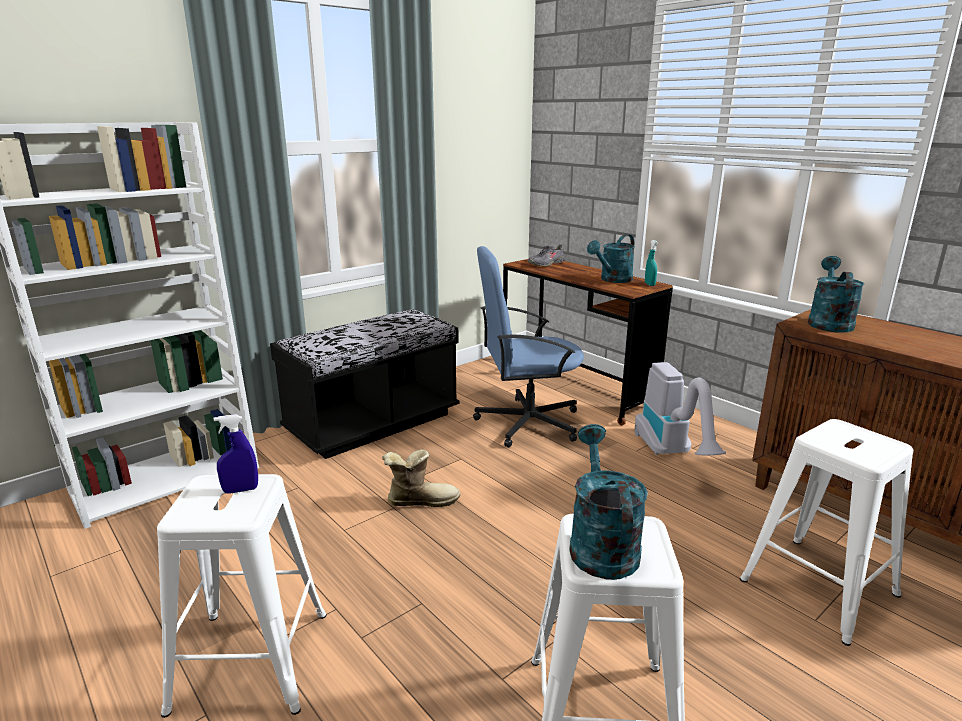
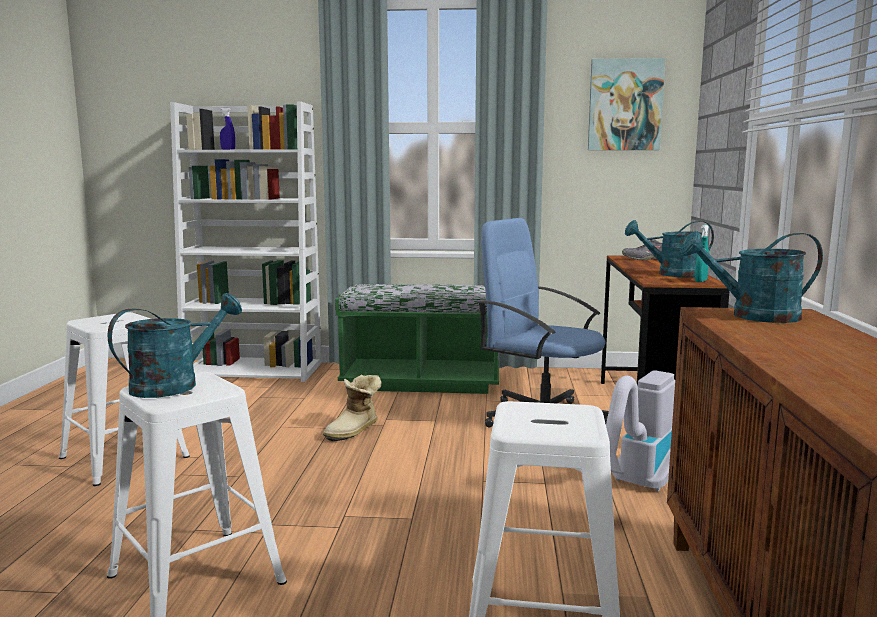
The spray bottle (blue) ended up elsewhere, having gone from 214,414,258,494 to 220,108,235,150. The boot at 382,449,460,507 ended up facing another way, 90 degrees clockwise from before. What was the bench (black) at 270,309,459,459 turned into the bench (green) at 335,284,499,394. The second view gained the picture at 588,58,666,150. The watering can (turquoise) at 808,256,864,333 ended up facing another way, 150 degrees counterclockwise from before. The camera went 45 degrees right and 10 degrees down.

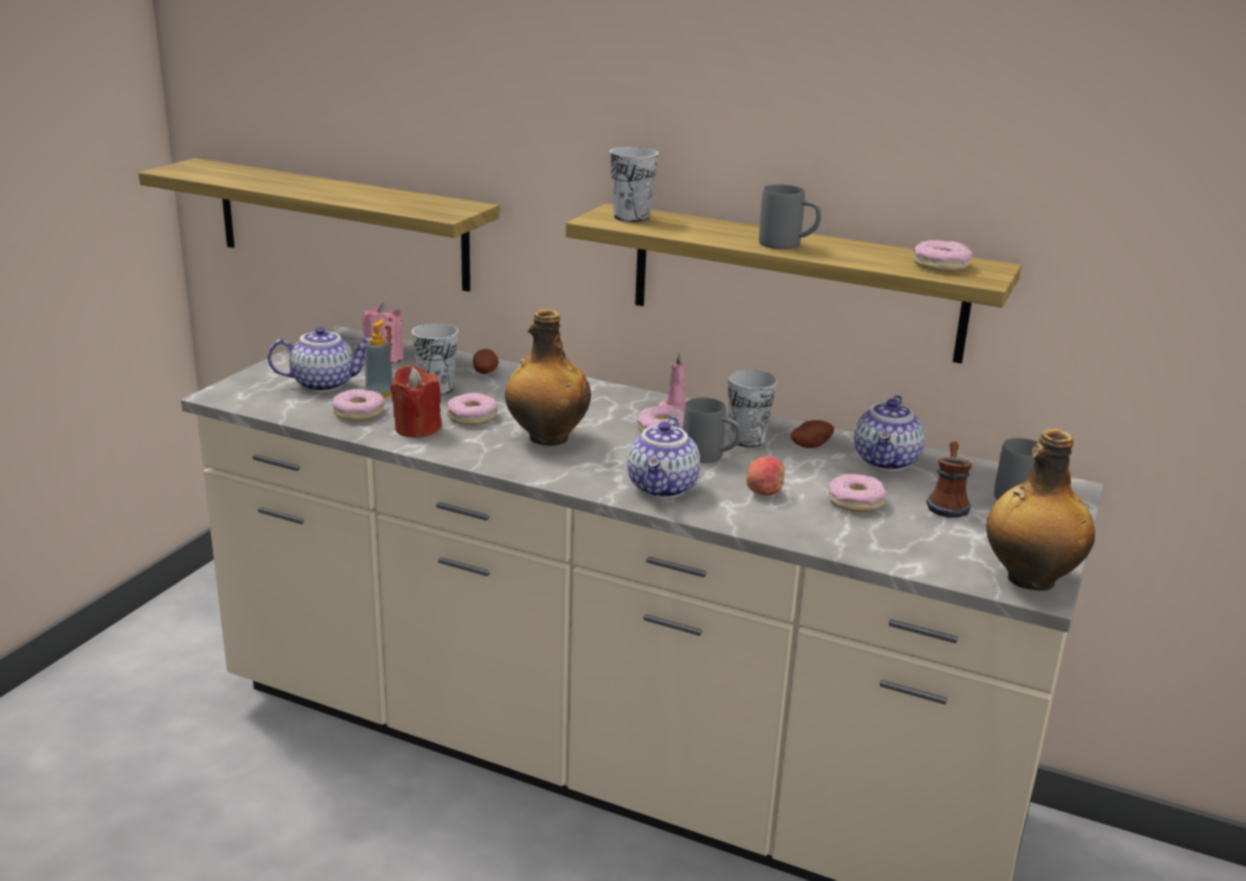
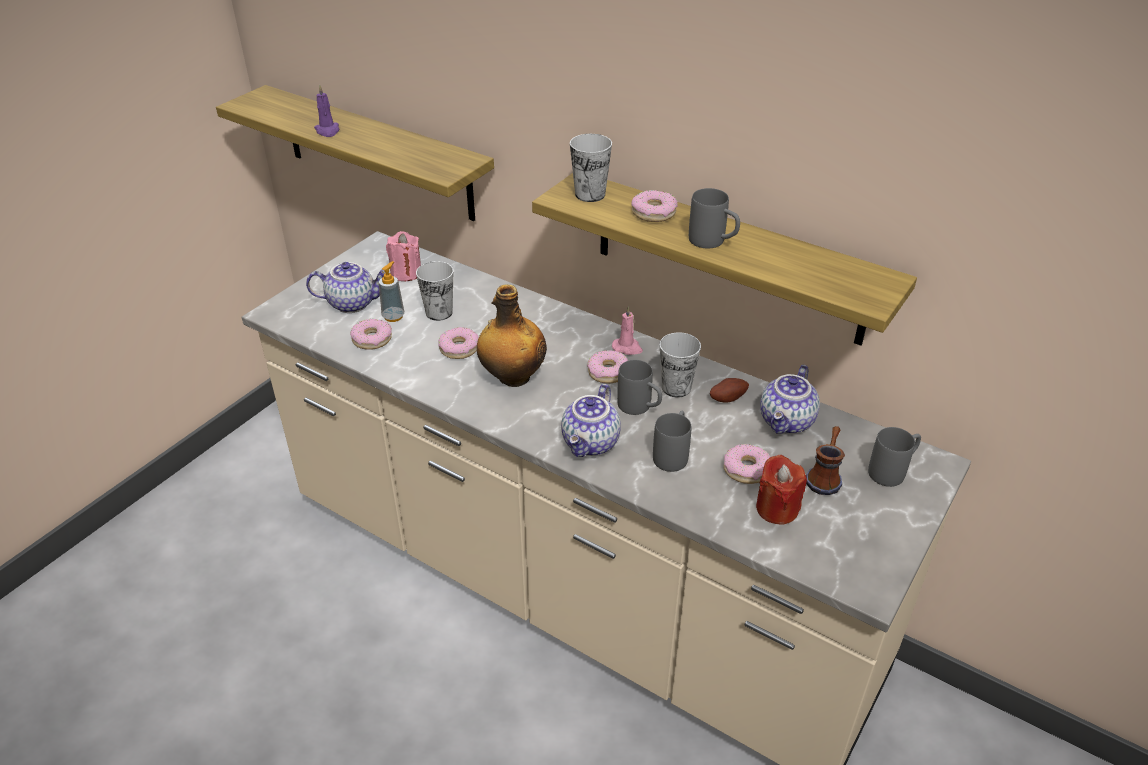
The second view gained the candle (purple) at 314,85,339,137. The donut ended up elsewhere, having gone from 914,240,972,272 to 631,190,678,222. Where the apple stood at 746,456,784,495, the mug (grey) came to stand at 653,411,691,472. The candle (red) ended up elsewhere, having gone from 391,365,442,438 to 756,455,807,525. The second view lost the potato at 473,349,499,374. The second view lost the bottle at 986,429,1095,591. The camera went 10 degrees right and 15 degrees up.

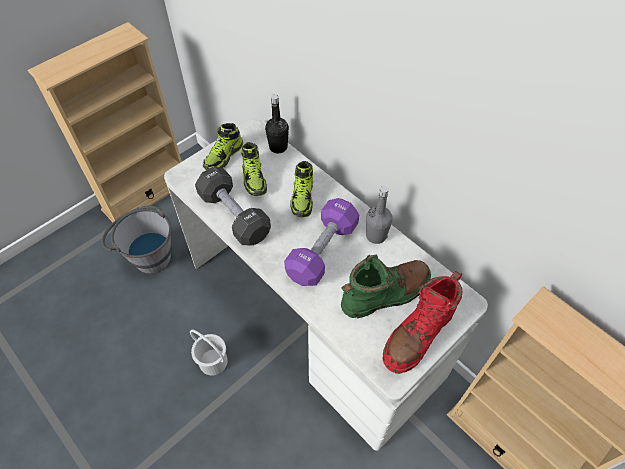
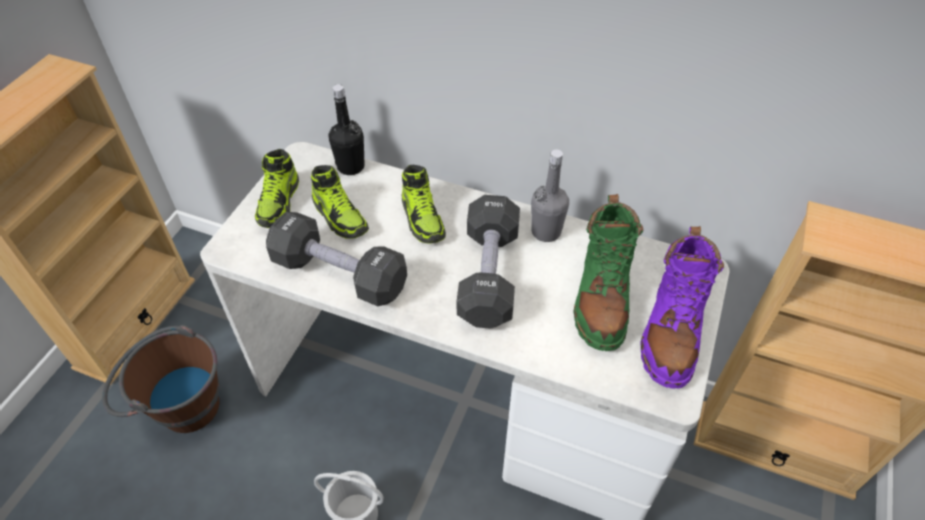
What was the bucket (grey) at 101,205,172,273 turned into the bucket (brown) at 102,325,220,433. What was the dumbbell (purple) at 284,198,359,286 turned into the dumbbell (black) at 457,195,520,329. The boot (green) at 341,255,431,319 ended up facing another way, 150 degrees clockwise from before. What was the boot (red) at 383,271,462,374 turned into the boot (purple) at 640,226,724,388. The camera went 25 degrees left and 5 degrees down.

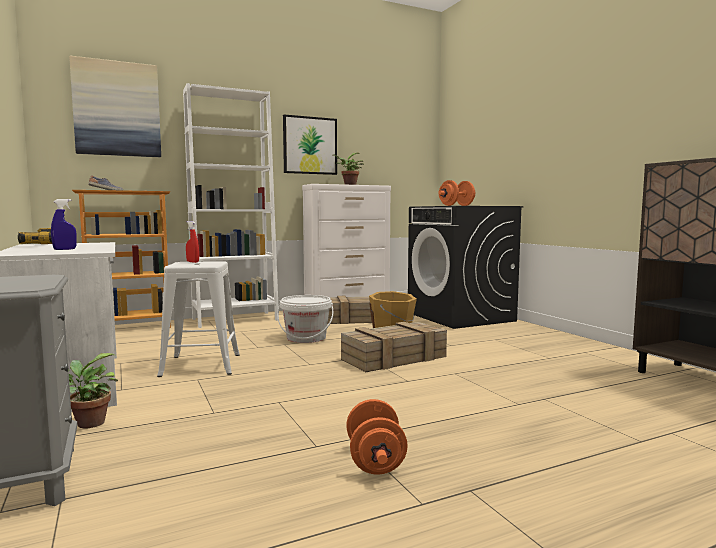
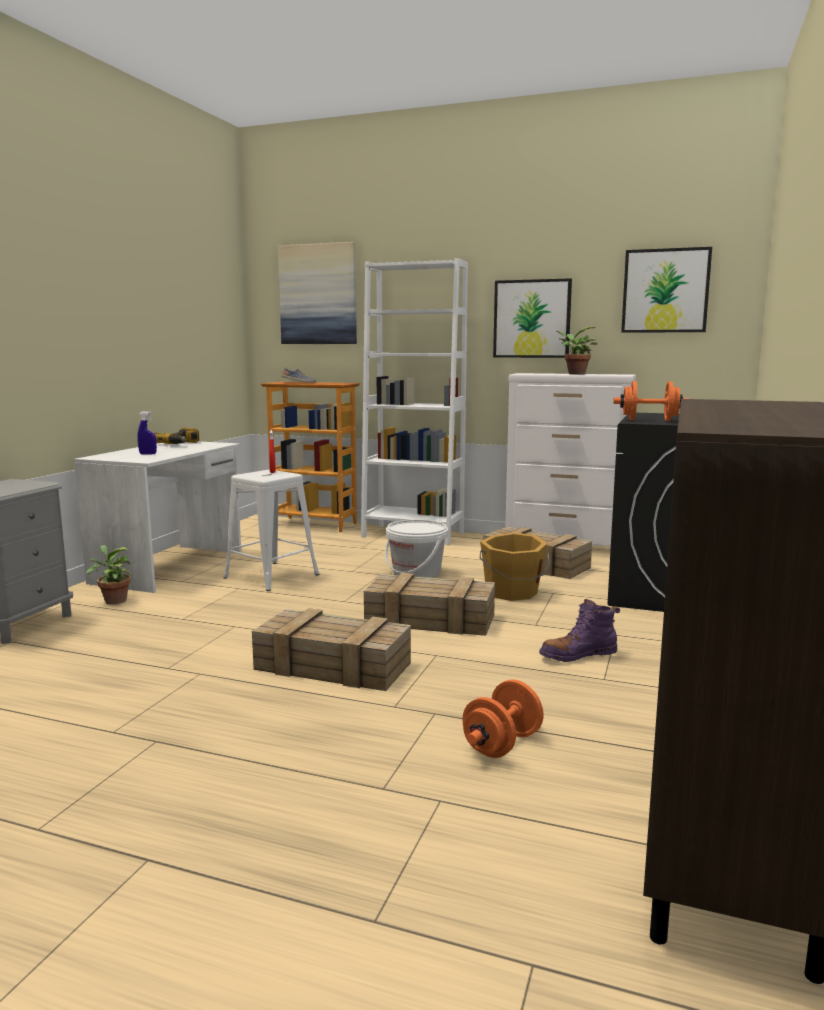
The second view gained the crate at 252,608,411,691. The dumbbell (orange) ended up elsewhere, having gone from 346,399,408,475 to 462,679,544,758. The second view gained the boot (purple) at 539,599,620,662. The second view gained the picture at 621,247,712,333. The camera went 45 degrees right and 5 degrees up.

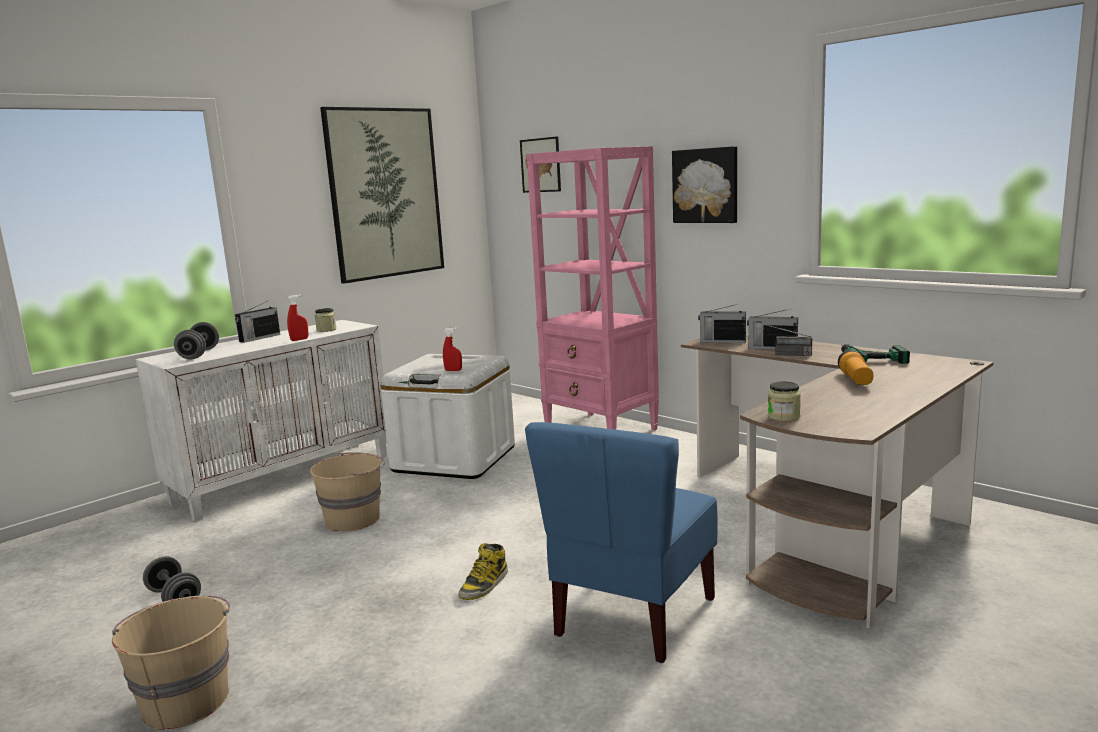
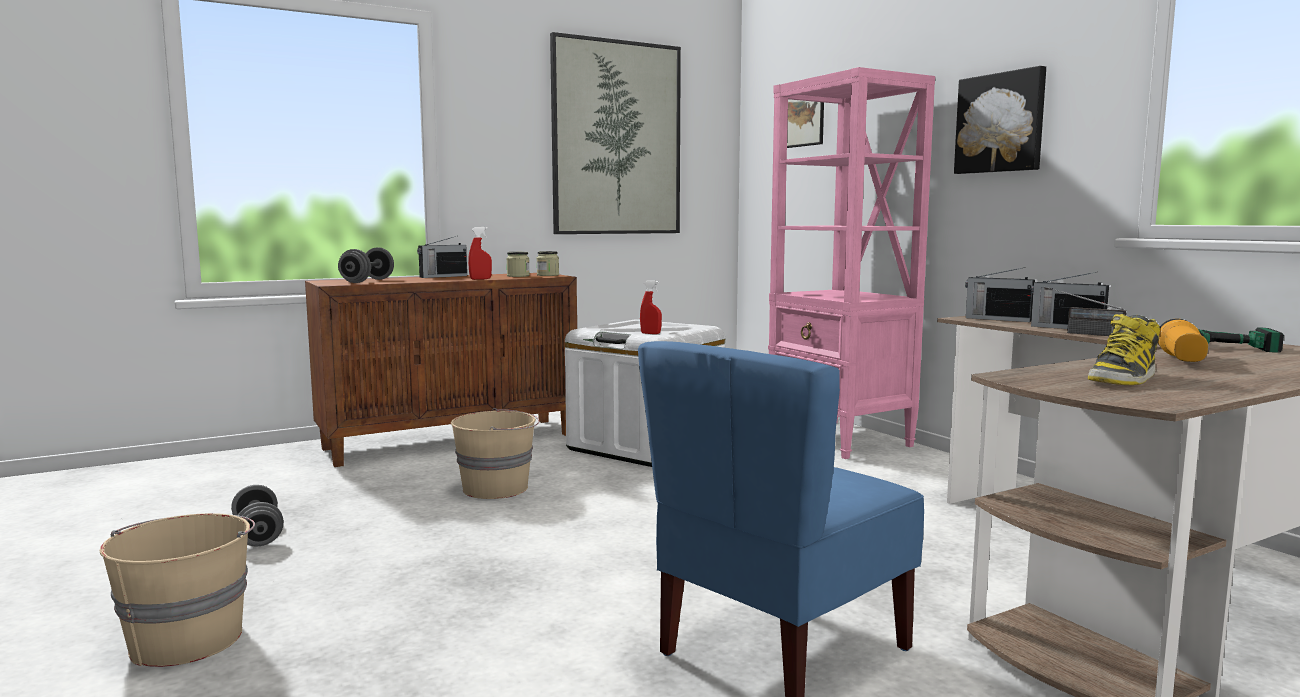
What was the cabinet (white) at 136,320,387,522 turned into the cabinet (brown) at 305,273,577,467. The jar ended up elsewhere, having gone from 768,381,801,421 to 537,251,559,276. The boot ended up elsewhere, having gone from 458,543,508,600 to 1088,314,1160,385. The camera went 15 degrees right and 5 degrees down.

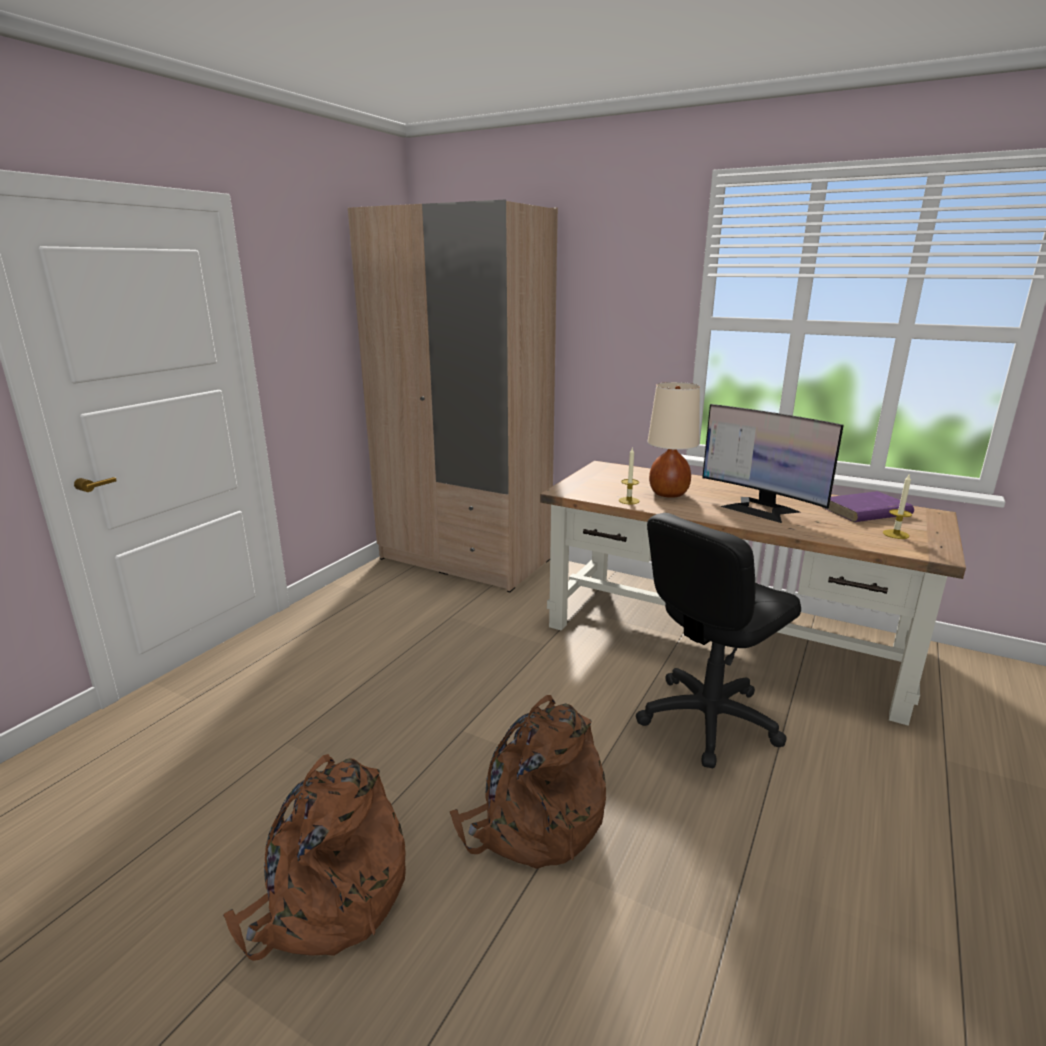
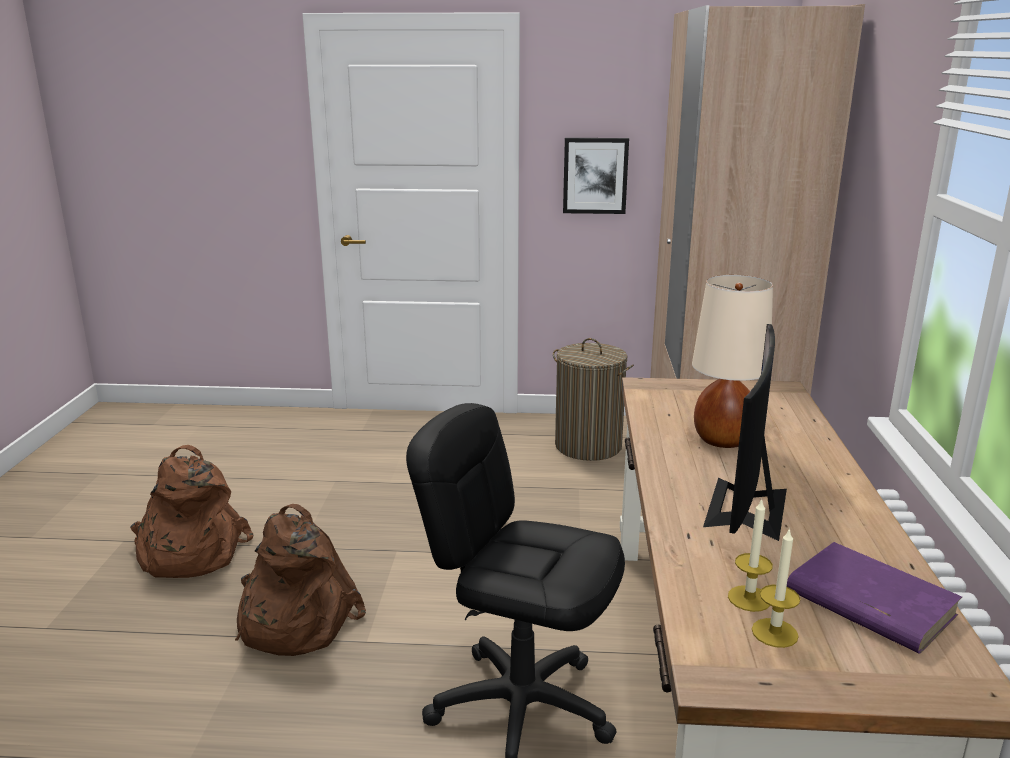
The second view gained the laundry basket at 553,338,634,461. The second view gained the picture at 563,138,629,214. The candle ended up elsewhere, having gone from 619,447,640,504 to 728,498,773,612. The camera went 65 degrees right and 0 degrees up.

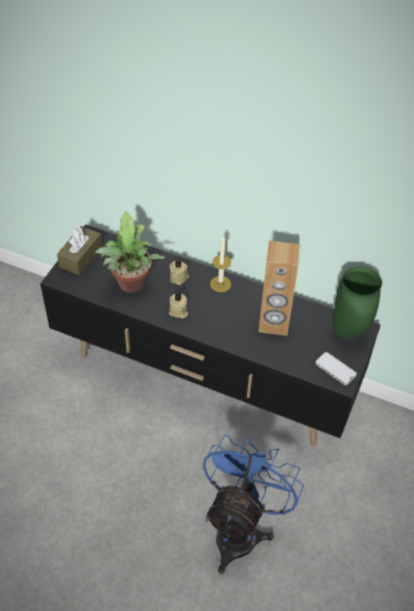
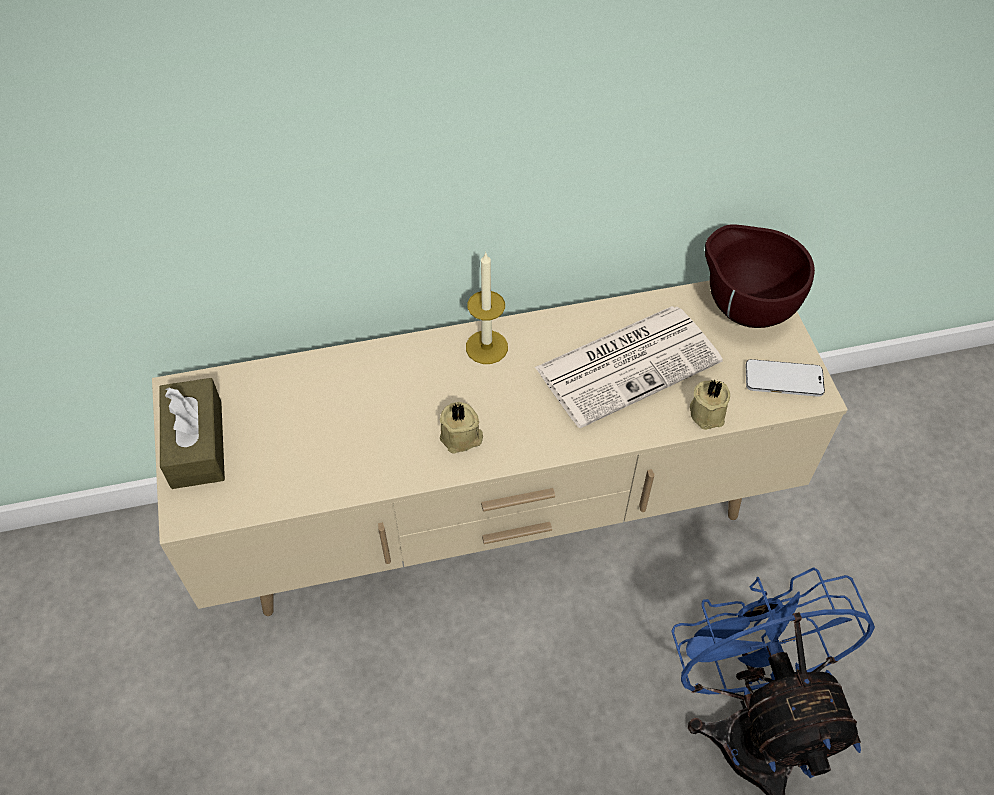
What was the tv stand (black) at 40,224,381,446 turned into the tv stand (beige) at 152,280,848,616. Where the speaker (brown) stood at 258,241,299,336, the newspaper came to stand at 535,306,723,428. The candle (beige) ended up elsewhere, having gone from 170,259,189,285 to 690,379,730,430. Where the vase (green) stood at 332,266,382,339, the bowl (brown) came to stand at 705,224,815,328. The second view lost the potted plant at 95,211,165,292. The camera went 35 degrees left and 5 degrees up.

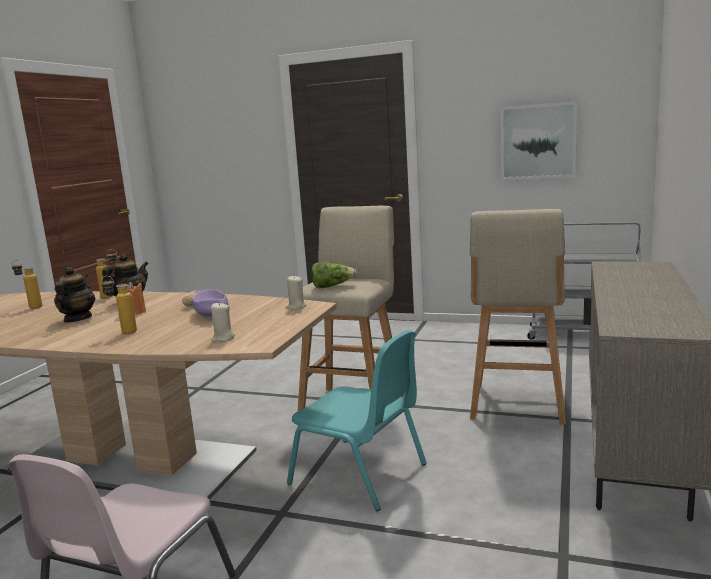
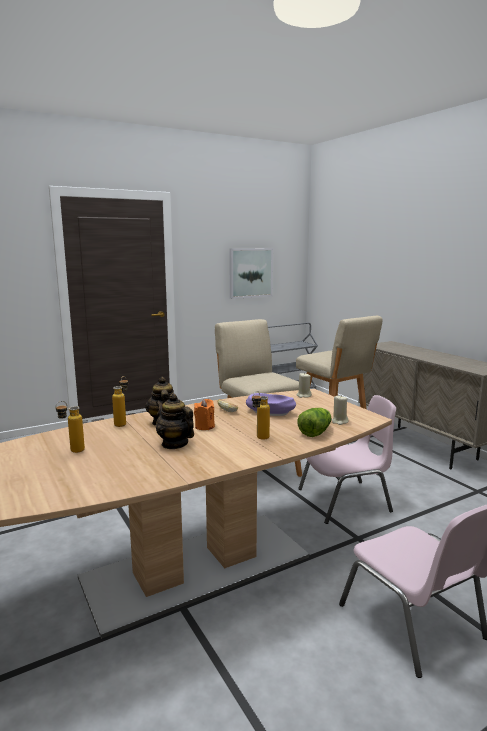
The lettuce ended up elsewhere, having gone from 312,262,357,288 to 297,408,332,437. What was the chair (turquoise) at 287,330,427,511 turned into the chair (pink) at 298,395,396,524. The camera went 50 degrees left and 0 degrees up.

